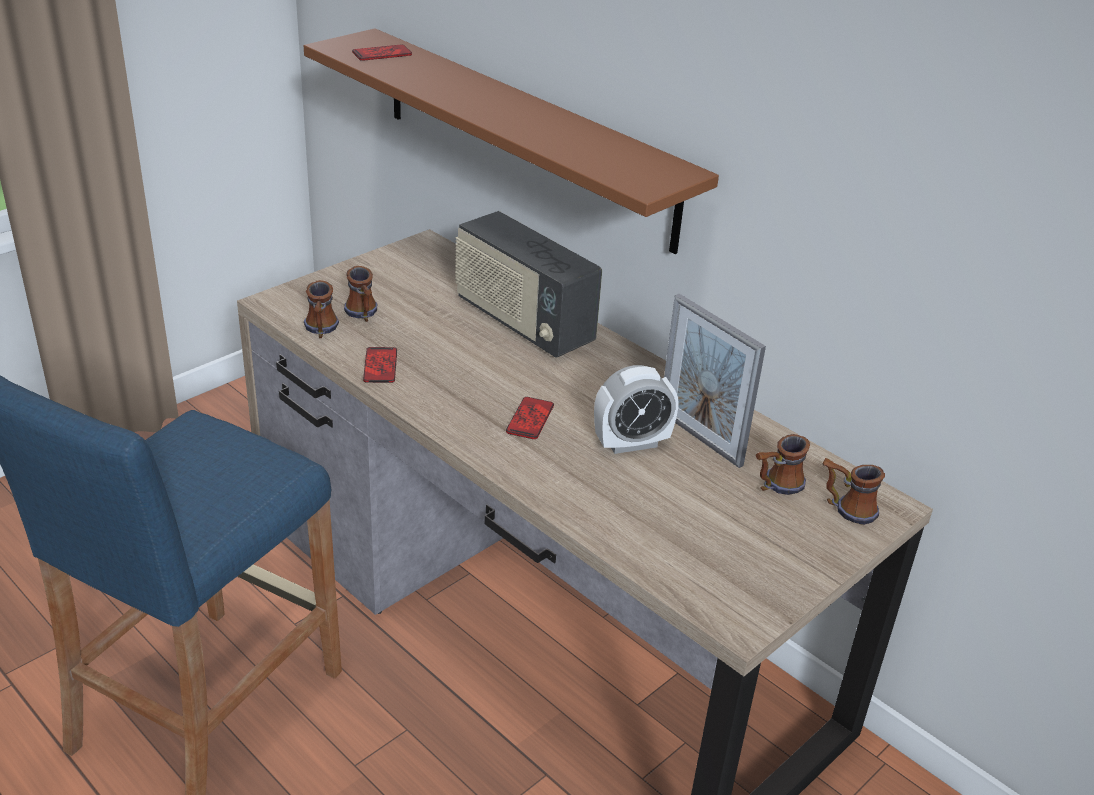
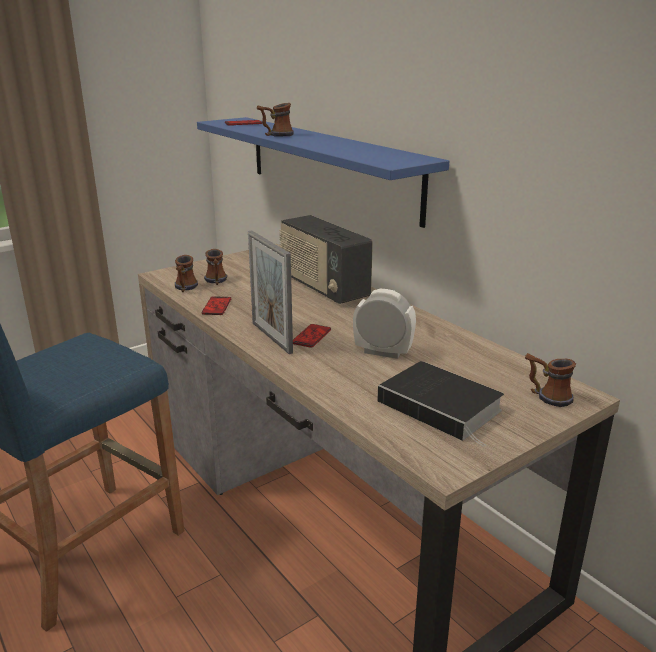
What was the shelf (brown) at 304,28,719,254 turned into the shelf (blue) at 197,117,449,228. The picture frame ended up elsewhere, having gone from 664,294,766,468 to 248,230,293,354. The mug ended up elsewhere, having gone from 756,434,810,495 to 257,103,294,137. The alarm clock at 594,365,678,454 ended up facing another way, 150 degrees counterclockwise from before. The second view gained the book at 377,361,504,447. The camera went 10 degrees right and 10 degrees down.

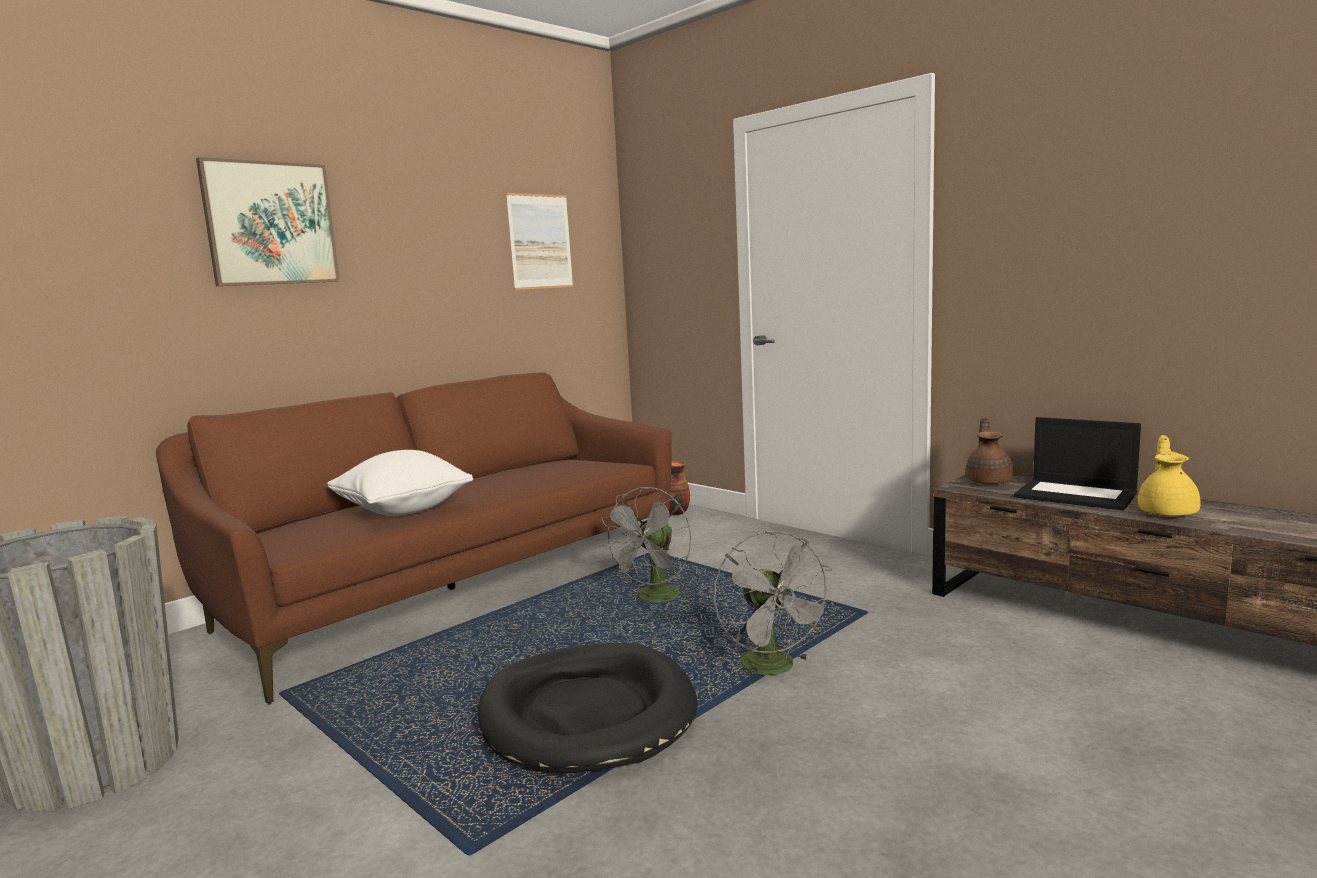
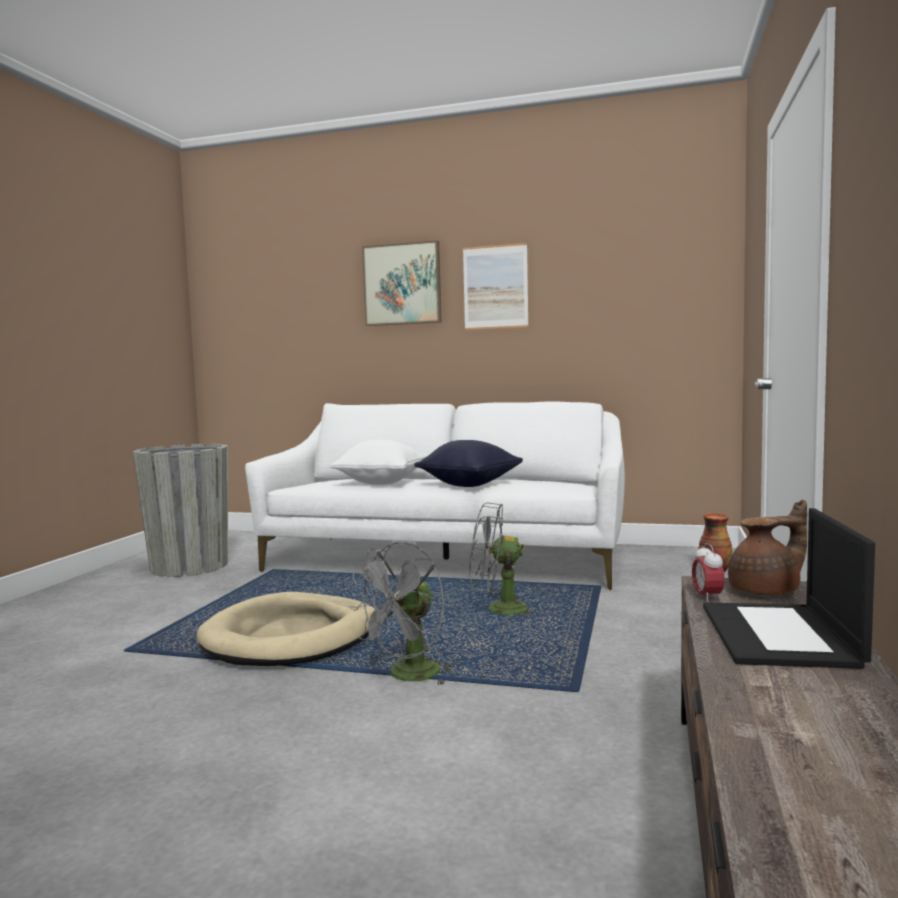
What was the dog bed (black) at 478,643,698,774 turned into the dog bed (beige) at 196,592,375,666. What was the sofa (brown) at 156,372,672,705 turned into the sofa (white) at 245,401,625,590. The second view gained the pillow (black) at 414,440,523,487. The picture ended up elsewhere, having gone from 506,193,573,290 to 463,243,529,330. The second view gained the alarm clock at 692,543,725,602. The second view lost the teapot (yellow) at 1138,435,1201,517. The camera went 60 degrees right and 5 degrees down.

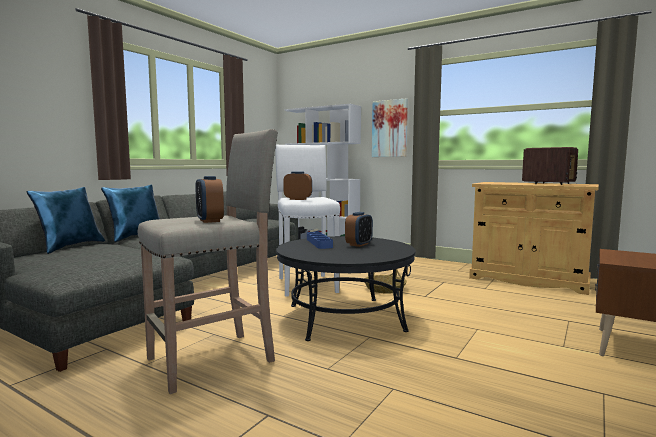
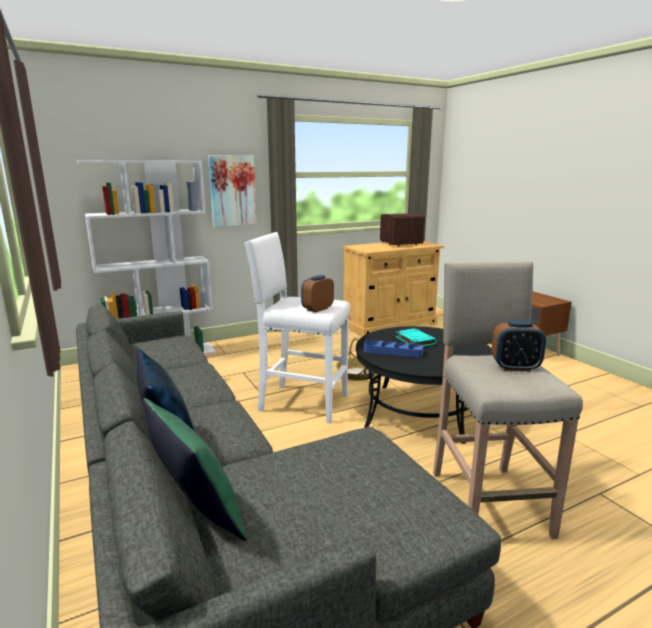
What was the pillow (blue) at 27,187,105,254 turned into the pillow (green) at 143,398,247,541. Where the alarm clock stood at 345,212,373,247, the book (turquoise) came to stand at 396,328,437,347. The camera went 60 degrees left and 10 degrees up.

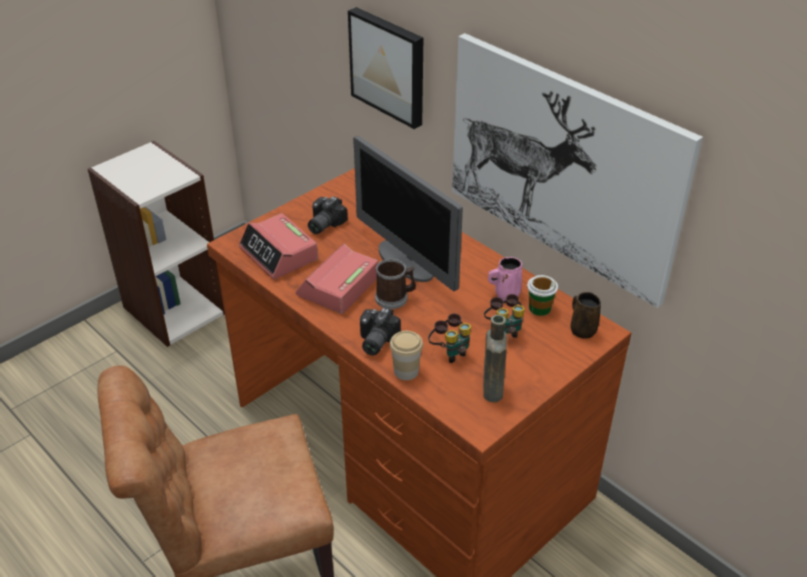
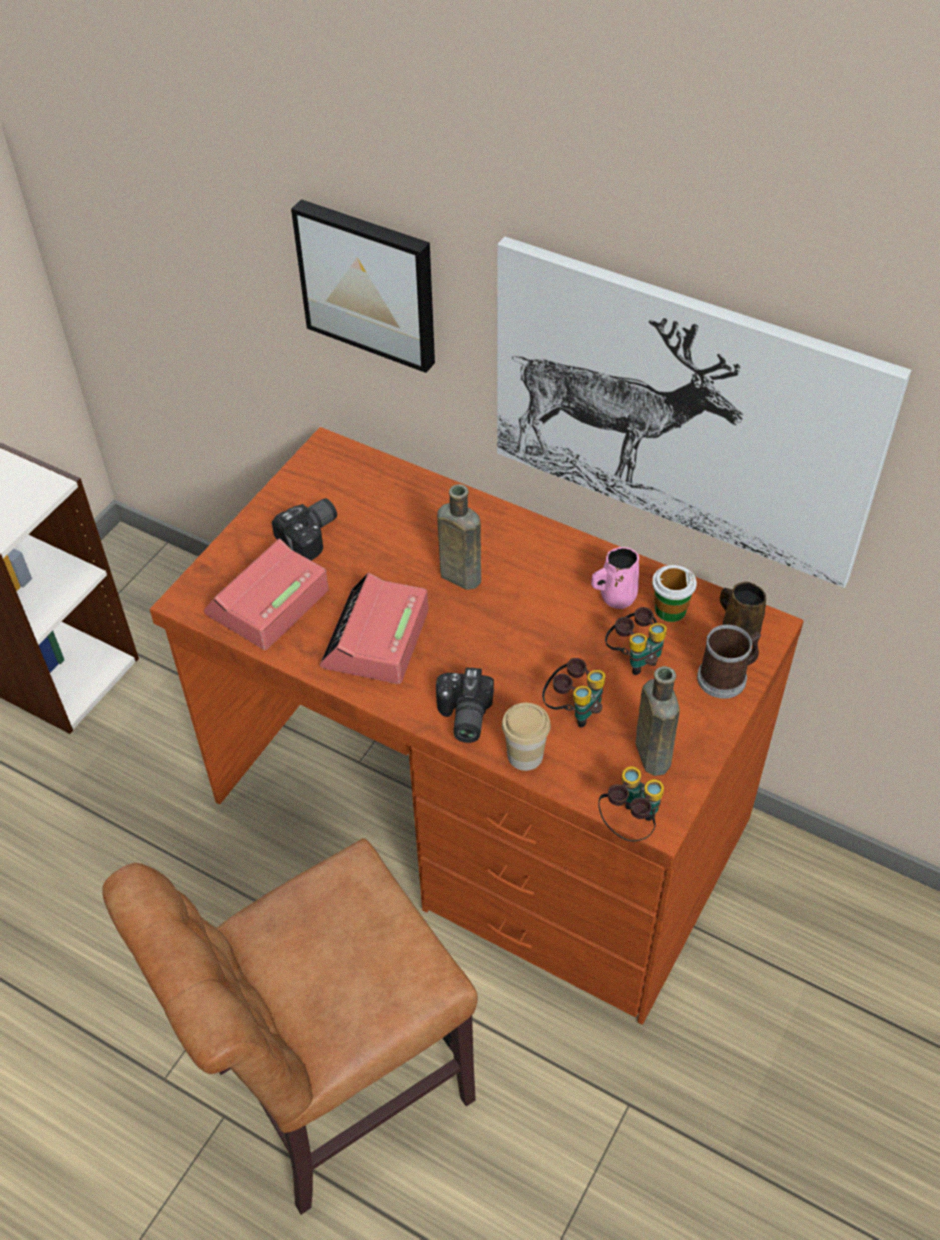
The alarm clock at 239,213,318,279 ended up facing another way, 90 degrees clockwise from before. The photo camera at 308,196,348,234 ended up facing another way, 150 degrees counterclockwise from before. Where the monitor stood at 353,136,463,291, the bottle (brown) came to stand at 437,484,481,590. The second view gained the binoculars at 598,766,664,841. The mug ended up elsewhere, having gone from 375,259,416,309 to 697,625,761,699. The camera went 15 degrees left and 10 degrees up.

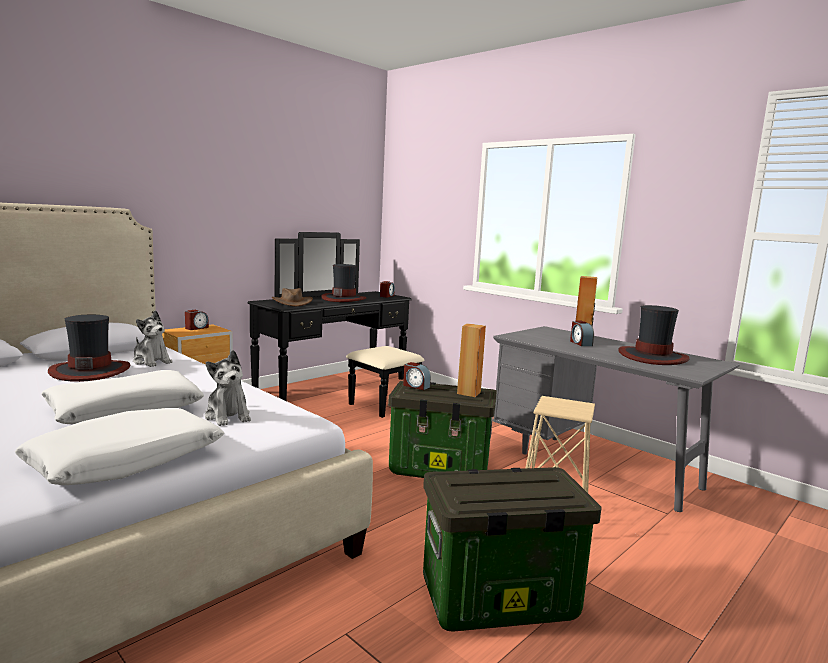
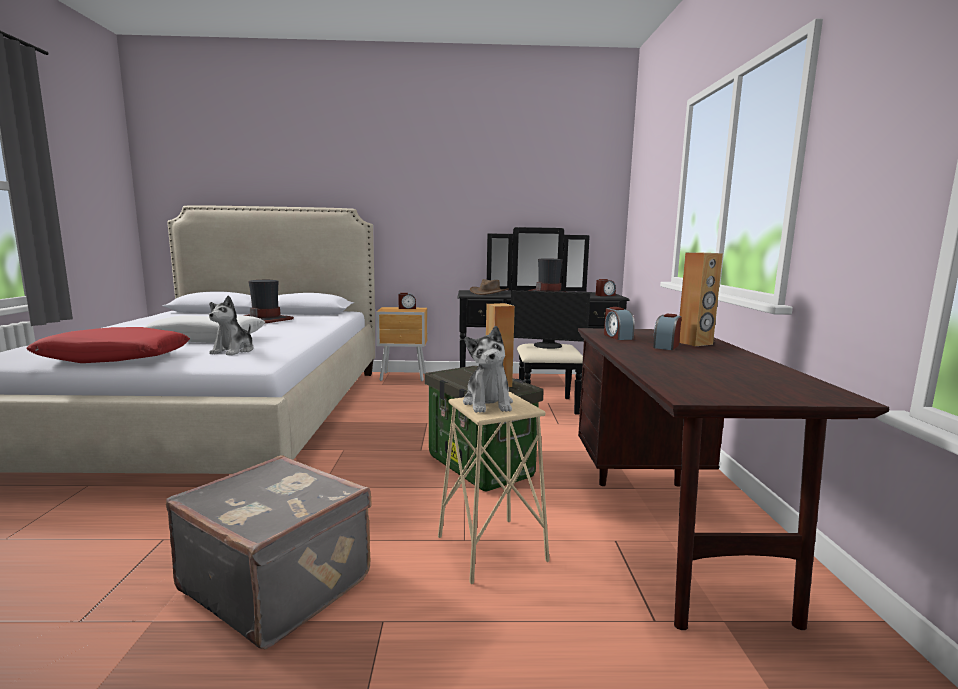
What was the pillow (white) at 15,408,225,485 turned into the pillow (red) at 26,327,190,363. Where the storage box stood at 423,467,601,632, the suitcase (grey) came to stand at 166,455,372,649. The plush toy ended up elsewhere, having gone from 133,310,173,367 to 463,326,513,413. The second view gained the monitor at 511,290,590,349. What was the desk (grey) at 493,326,740,512 turned into the desk (brown) at 578,328,889,630. The alarm clock ended up elsewhere, having gone from 403,362,431,390 to 604,307,635,340. The second view lost the hat at 618,305,690,365. The camera went 45 degrees right and 0 degrees up.

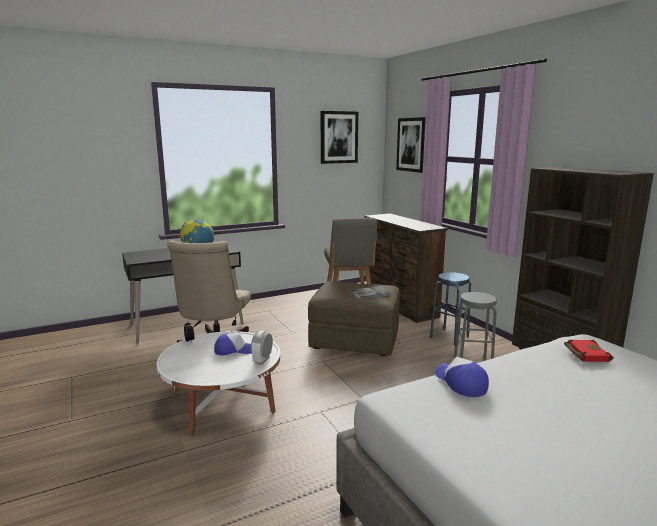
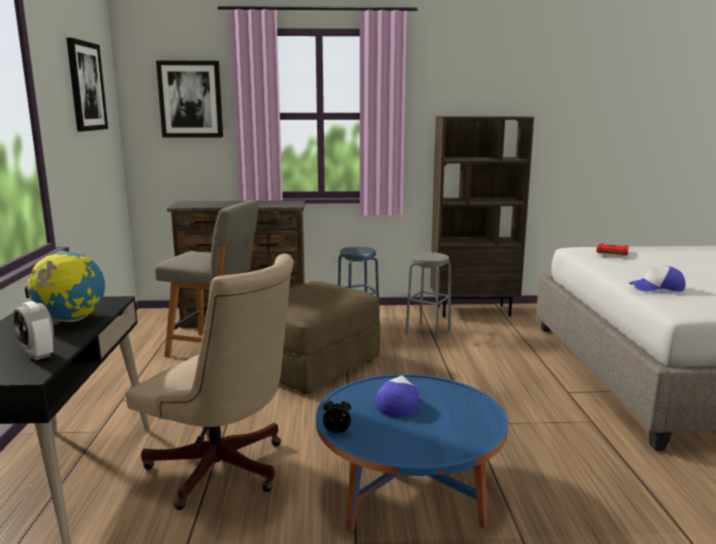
The alarm clock ended up elsewhere, having gone from 251,330,273,364 to 13,301,54,360. What was the coffee table (white) at 157,331,281,436 turned into the coffee table (blue) at 316,374,508,532. The second view lost the book at 349,286,391,300. The camera went 65 degrees left and 0 degrees up.

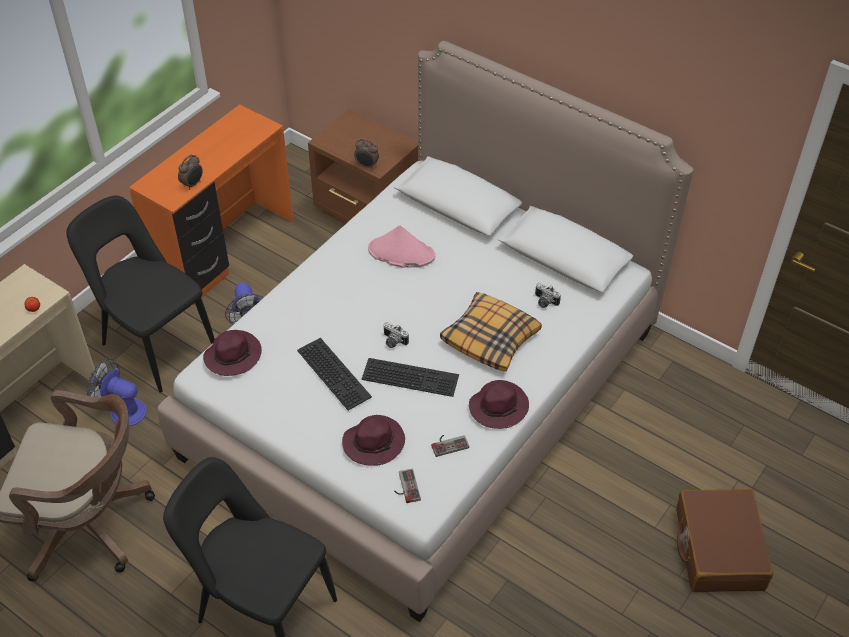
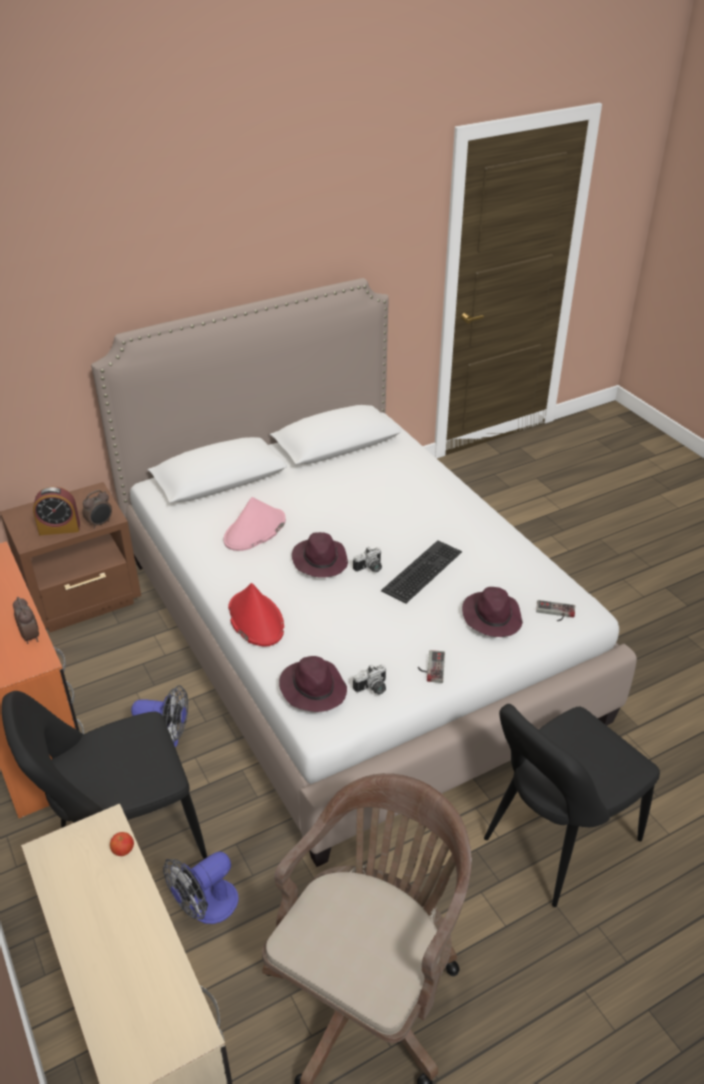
The second view gained the alarm clock at 33,487,80,535. The second view gained the hat (red) at 228,583,284,647. The hat (purple) ended up elsewhere, having gone from 469,380,529,429 to 292,532,348,578. The photo camera ended up elsewhere, having gone from 535,283,561,308 to 353,664,386,695. The game controller ended up elsewhere, having gone from 431,435,469,457 to 418,650,445,683. The second view lost the keyboard at 297,338,372,410. The second view lost the pillow at 440,292,542,372. The second view lost the suitcase (brown) at 676,489,773,592. The camera went 65 degrees left and 10 degrees down.

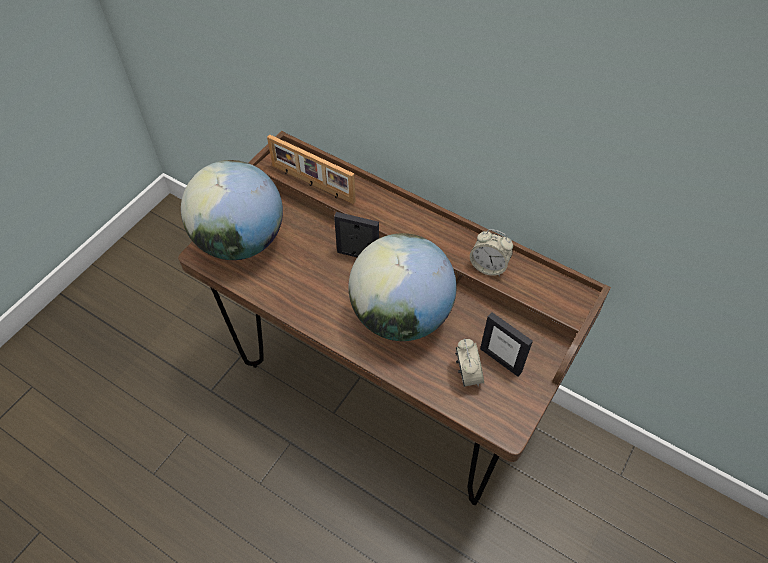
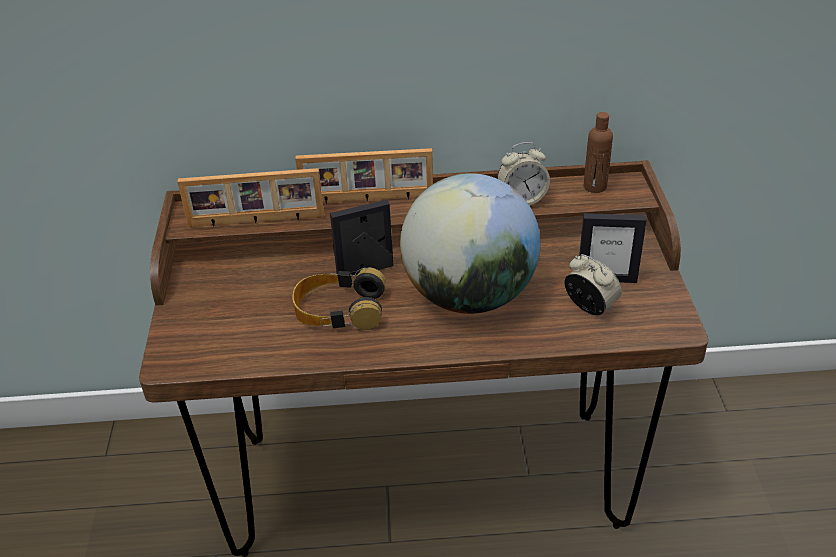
The second view gained the headphones at 292,268,386,330. The second view gained the picture frame at 295,148,433,204. The second view gained the bottle (brown) at 584,112,613,193. The second view lost the globe at 181,160,283,260. The camera went 35 degrees left and 15 degrees down.

